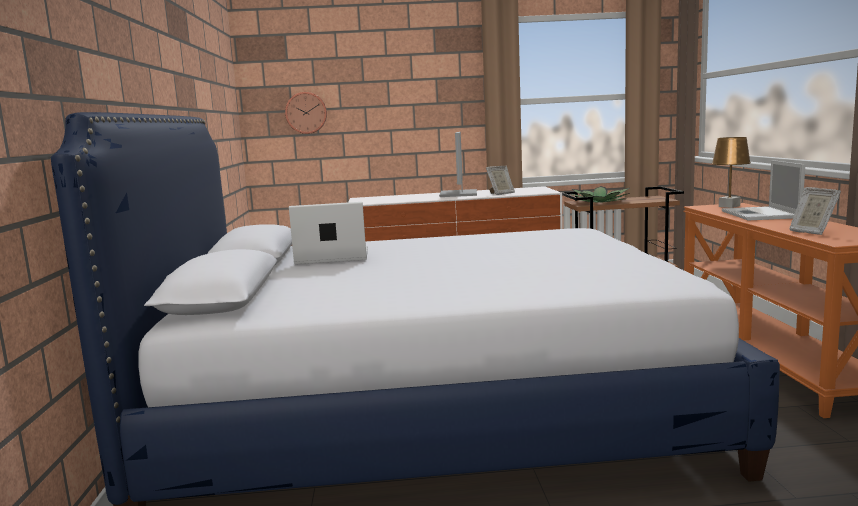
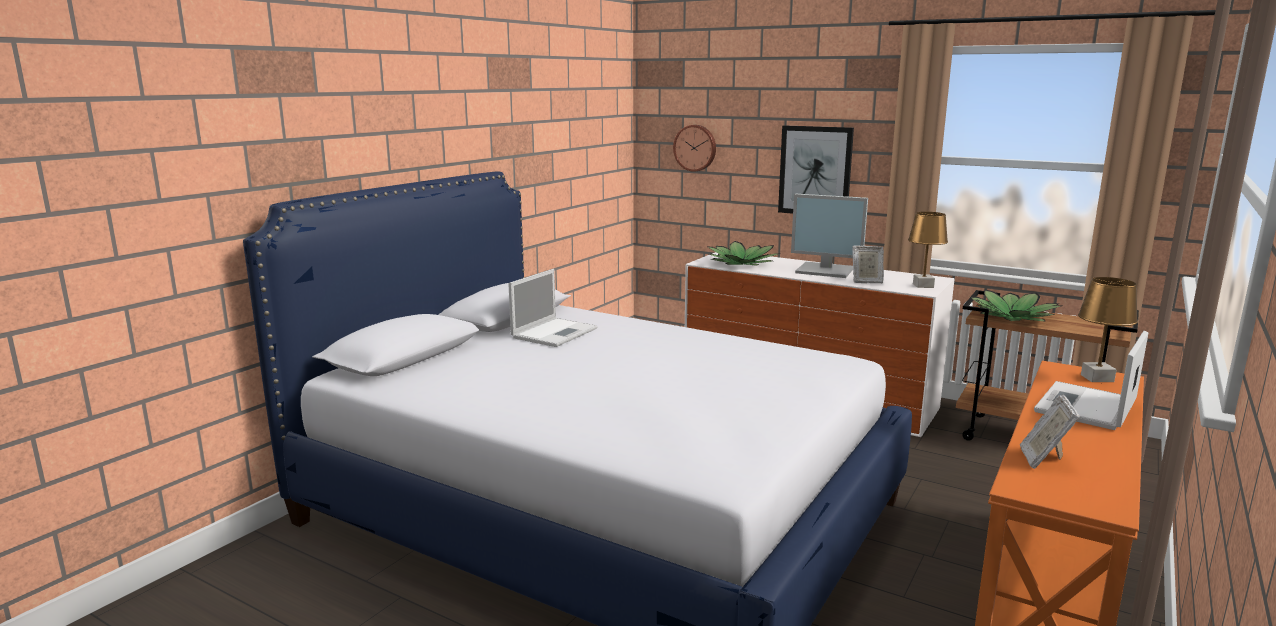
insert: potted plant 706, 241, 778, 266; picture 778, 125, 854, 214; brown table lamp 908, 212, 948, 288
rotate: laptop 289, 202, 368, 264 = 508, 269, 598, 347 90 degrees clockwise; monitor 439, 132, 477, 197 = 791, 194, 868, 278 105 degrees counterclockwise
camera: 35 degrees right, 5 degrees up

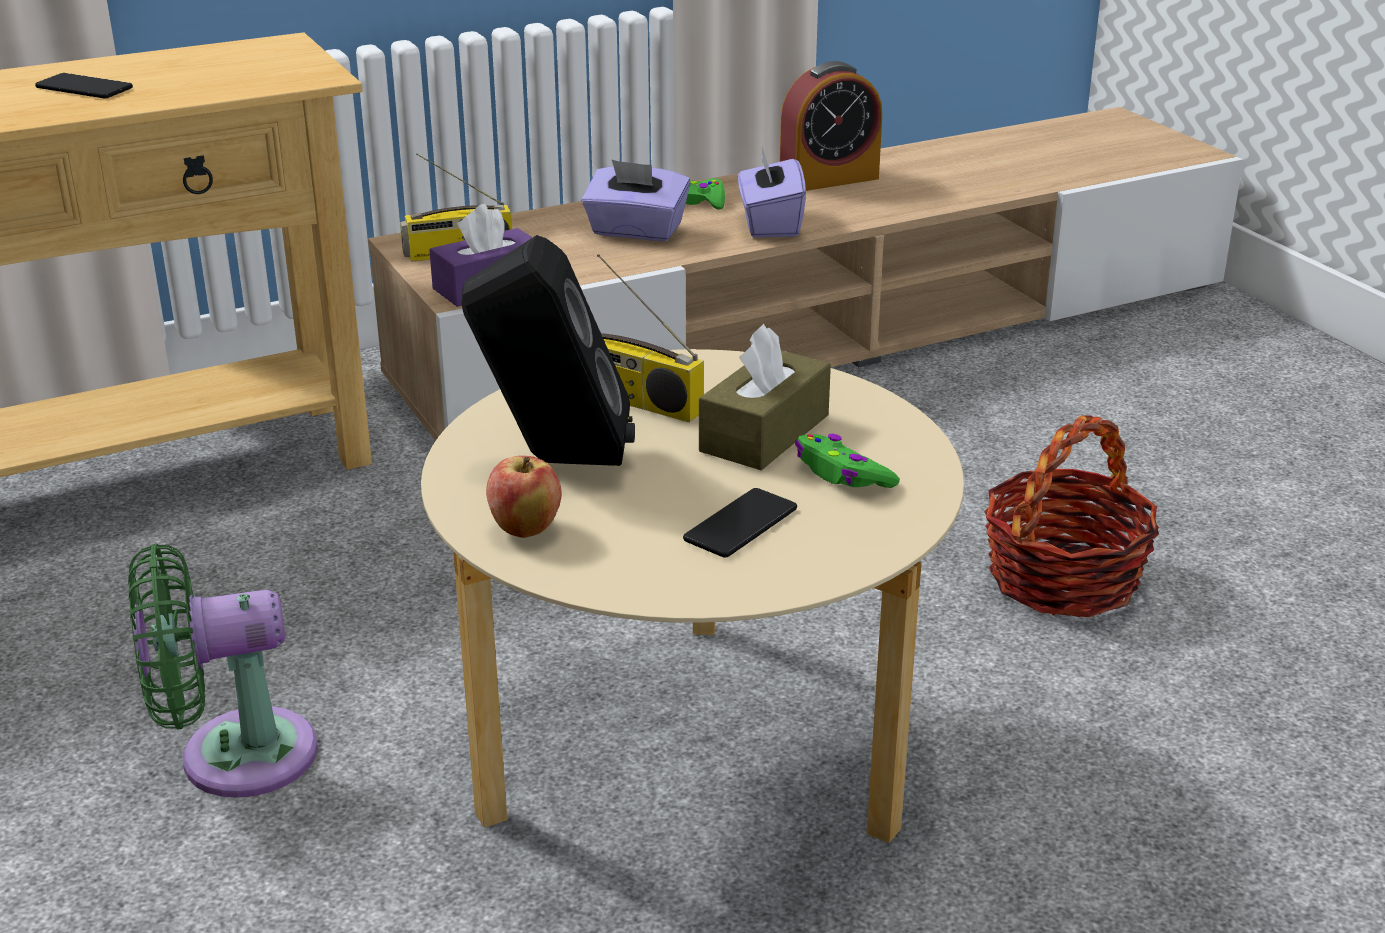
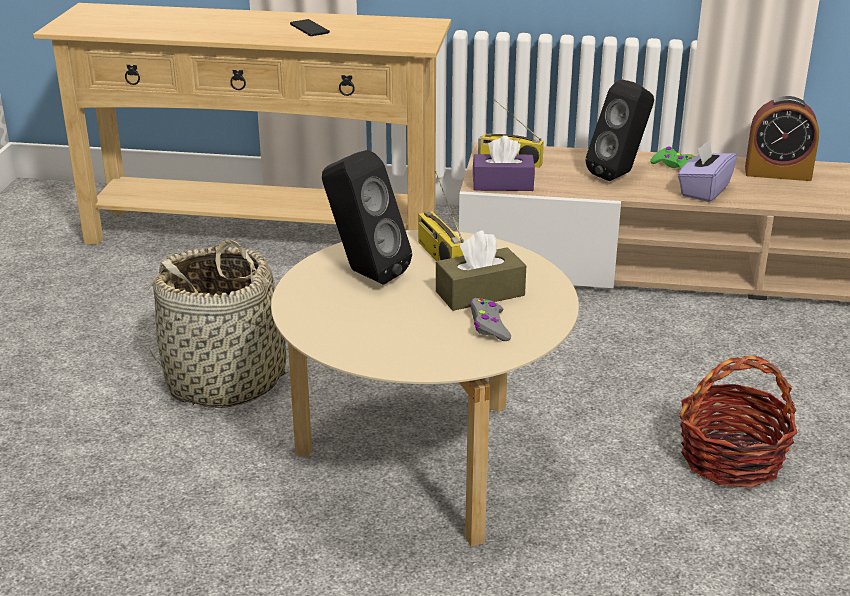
delete: apple 486, 456, 562, 538; phone 683, 488, 797, 557
replace: green fan 128, 544, 318, 798 to basket 146, 240, 290, 408; purple tissue box 582, 160, 690, 241 to black speaker 585, 79, 654, 181
recolor: green game controller 795, 434, 900, 488 to grey game controller 470, 298, 511, 341
camera: 35 degrees right, 0 degrees up

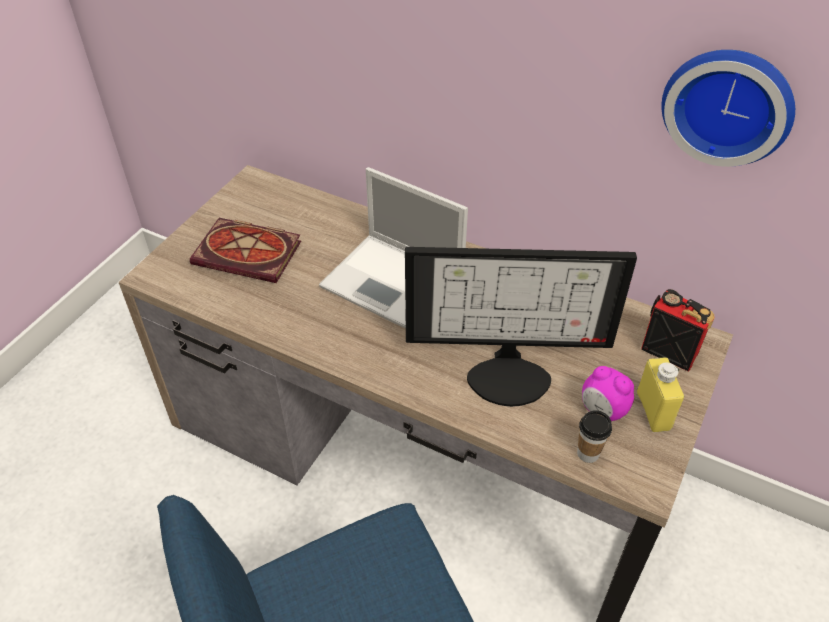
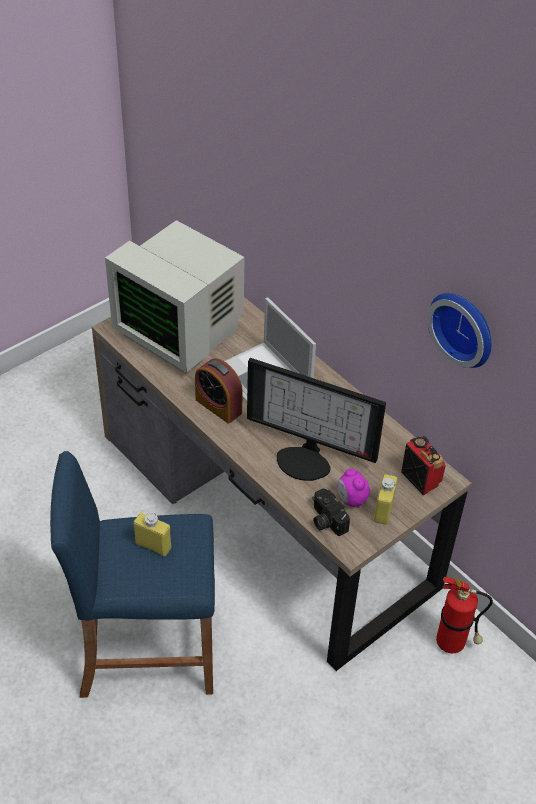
insert: yellow bottle 133, 513, 171, 557; alarm clock 195, 358, 243, 424; fire extinguisher 436, 577, 493, 653
replace: book 190, 218, 301, 283 to monitor 105, 220, 245, 373; cup 577, 410, 612, 463 to photo camera 313, 488, 350, 536
camera: 20 degrees right, 0 degrees up

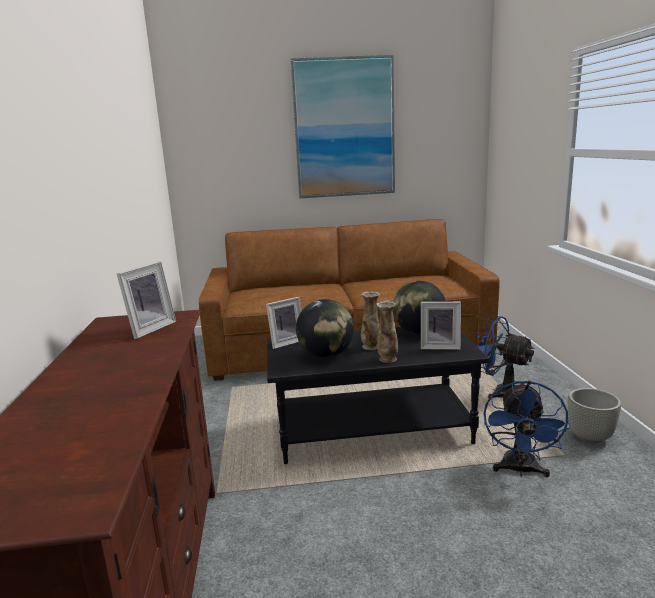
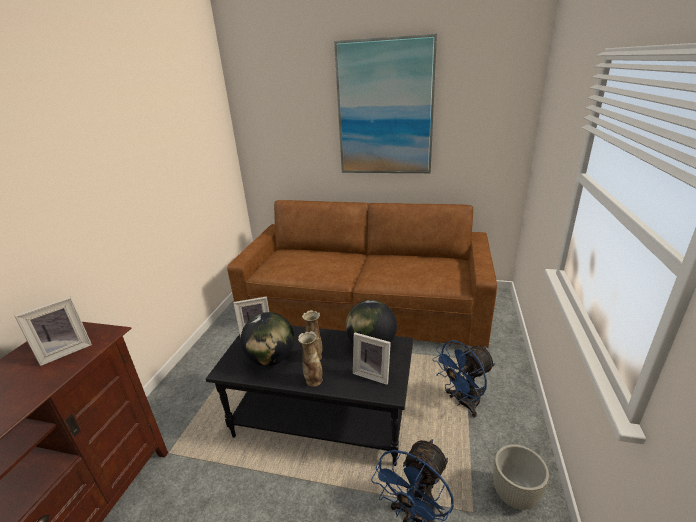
rotate: blue fan 475, 315, 534, 399 = 433, 340, 496, 418 90 degrees counterclockwise
camera: 20 degrees right, 10 degrees up

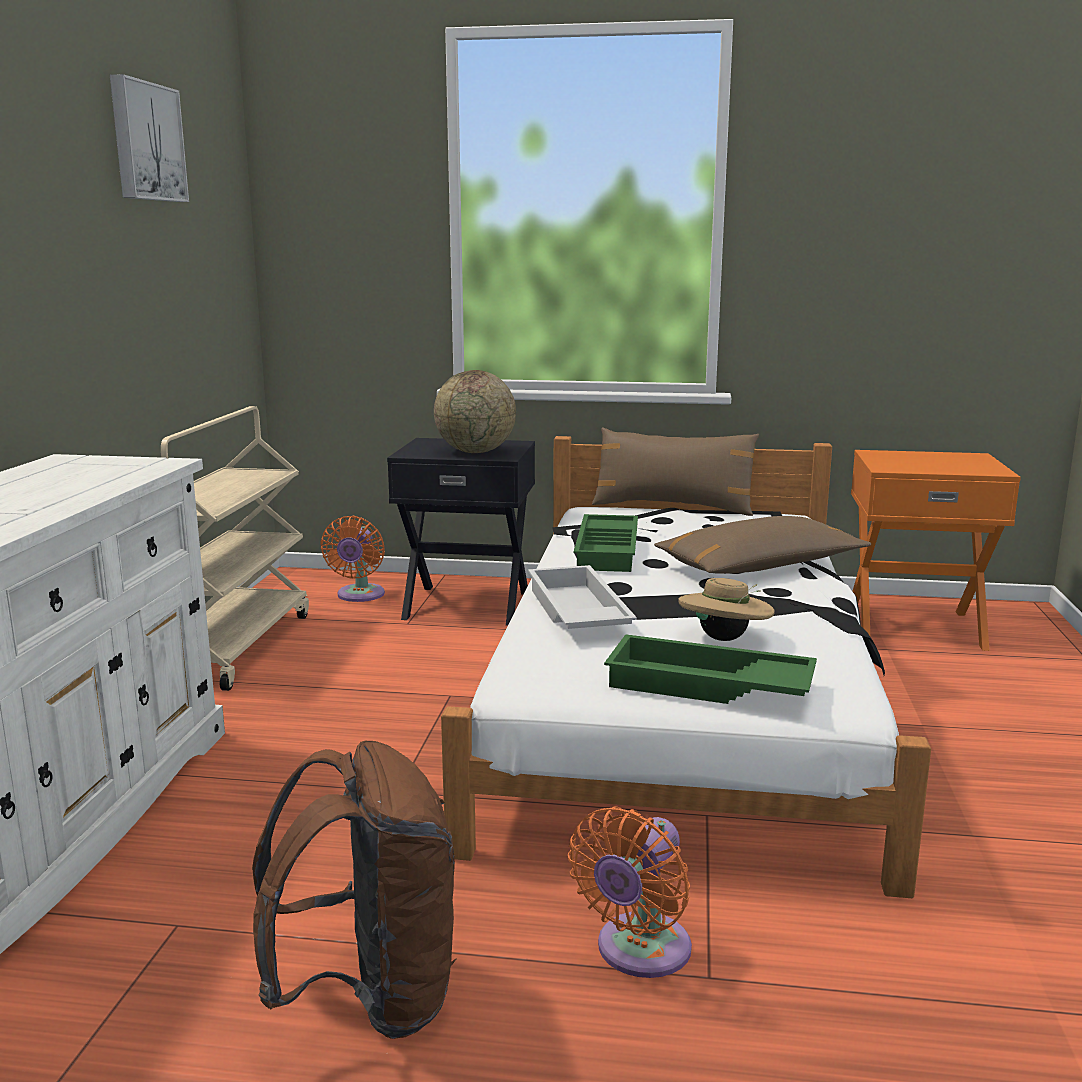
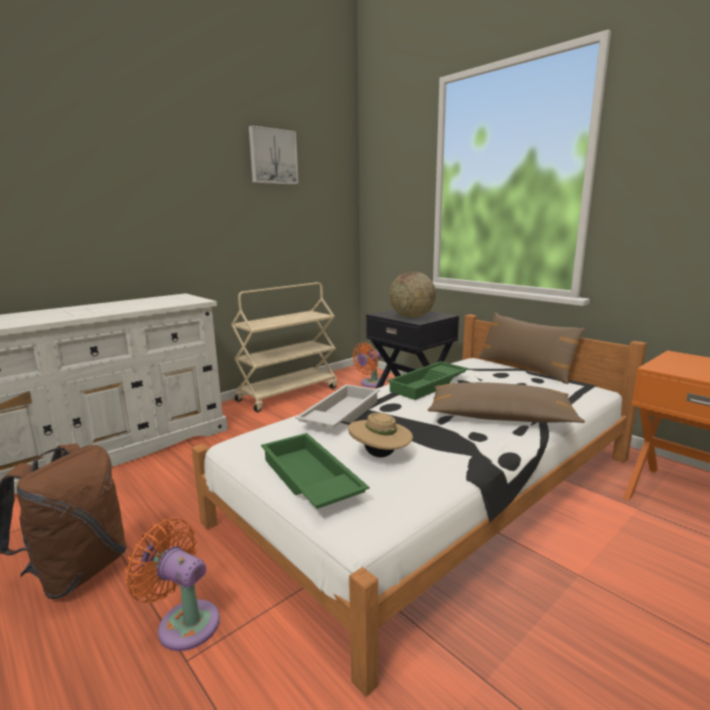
rotate: orange fan 568, 806, 692, 978 = 125, 518, 220, 651 45 degrees clockwise
camera: 40 degrees right, 0 degrees up

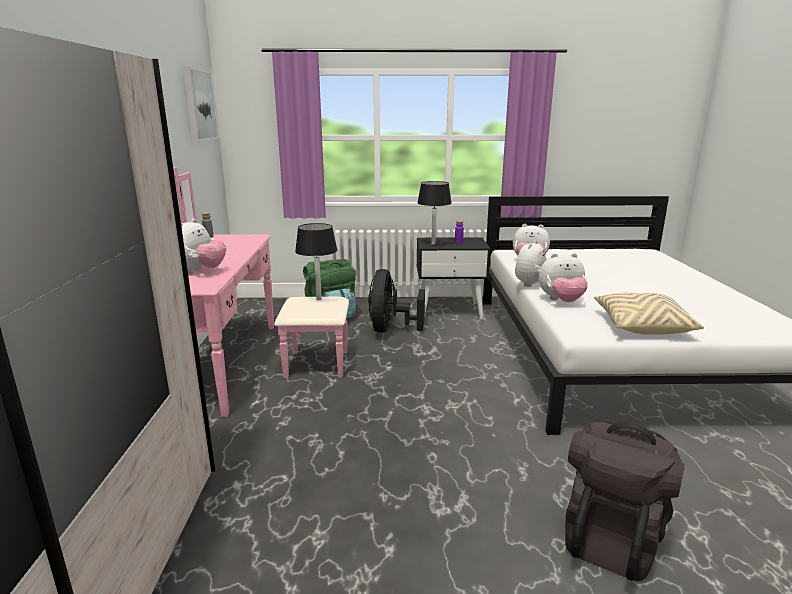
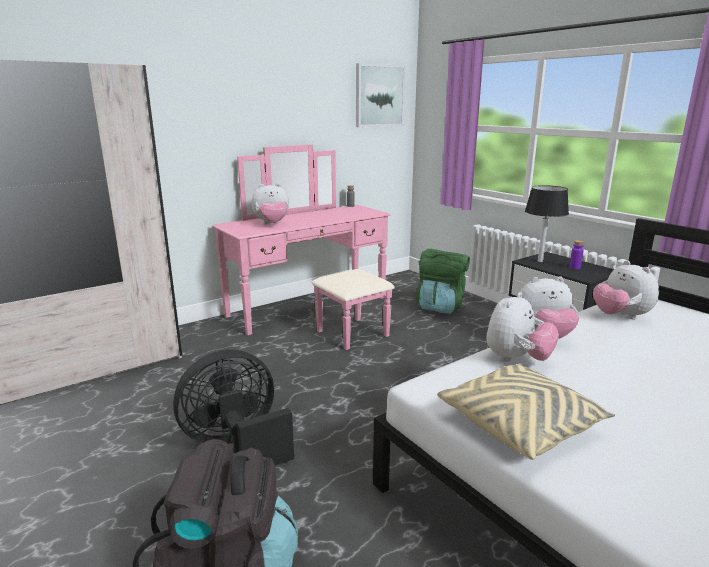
delete: black table lamp 295, 223, 337, 300
move: black fan 368, 269, 425, 333 to 173, 350, 294, 466
rotate: plush toy 539, 253, 588, 302 = 486, 292, 559, 362 105 degrees counterclockwise
camera: 55 degrees right, 0 degrees up

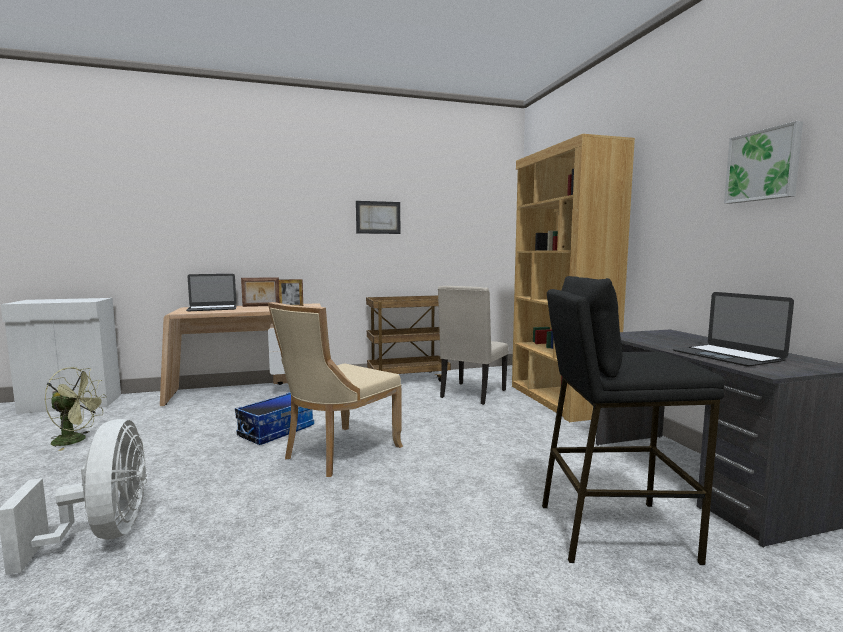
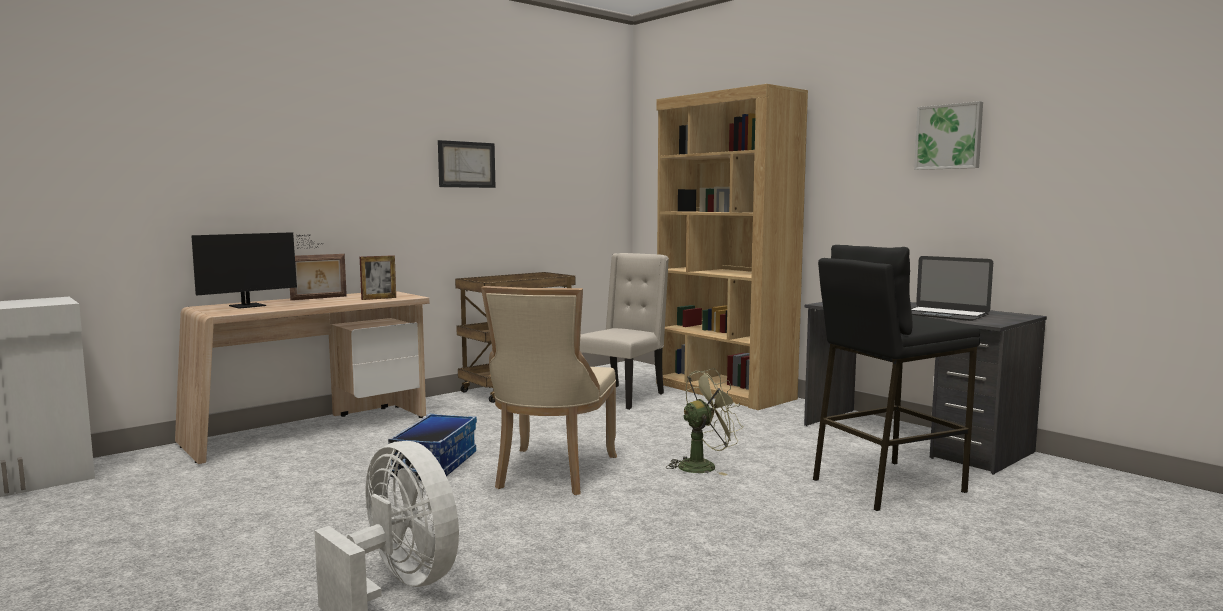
move: green fan 44, 367, 106, 451 to 666, 368, 743, 476
replace: laptop 186, 274, 236, 311 to monitor 191, 232, 324, 309
rotate: beige chair 438, 286, 508, 405 = 580, 253, 669, 410 150 degrees counterclockwise
camera: 25 degrees left, 0 degrees up

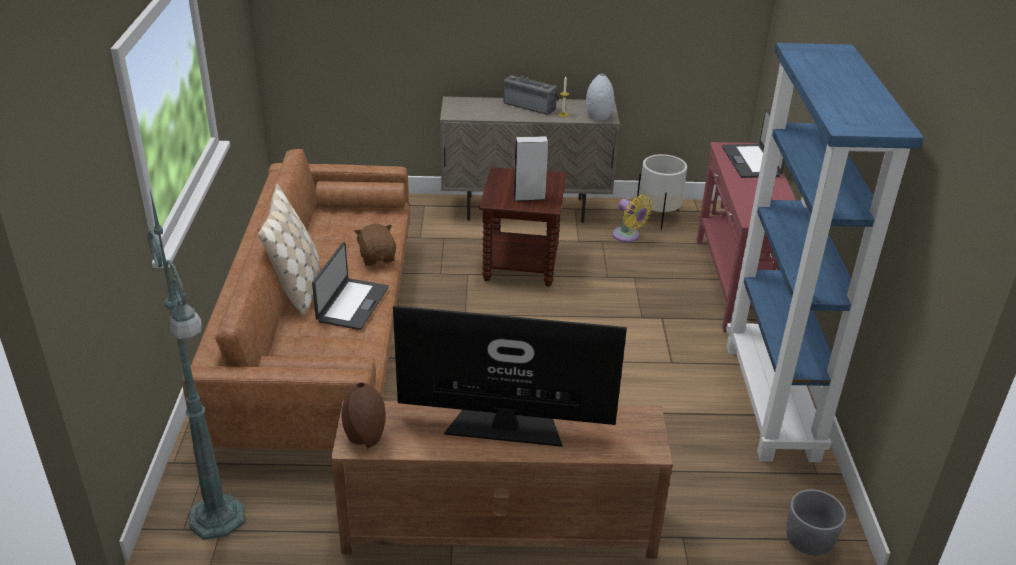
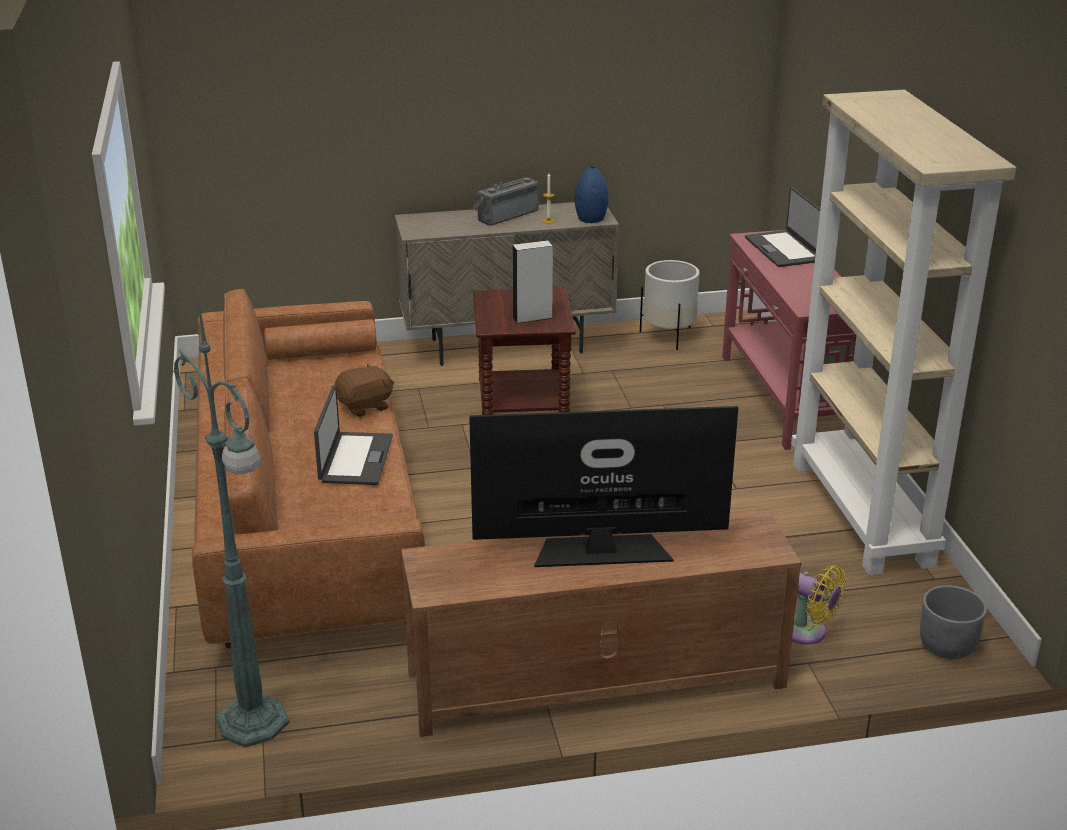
delete: beige pillow 258, 184, 320, 316; brown vase 342, 383, 386, 448
move: yellow fan 612, 195, 652, 242 to 792, 565, 846, 645
recolor: grey vase 586, 73, 614, 121 to blue vase 575, 166, 609, 223; blue bookcase 726, 43, 924, 462 to beige bookcase 791, 90, 1017, 575
rotate: brown plush toy 354, 224, 396, 266 = 335, 363, 394, 417 90 degrees clockwise; radio 503, 75, 560, 115 = 473, 177, 539, 226 60 degrees counterclockwise
camera: 10 degrees left, 5 degrees down

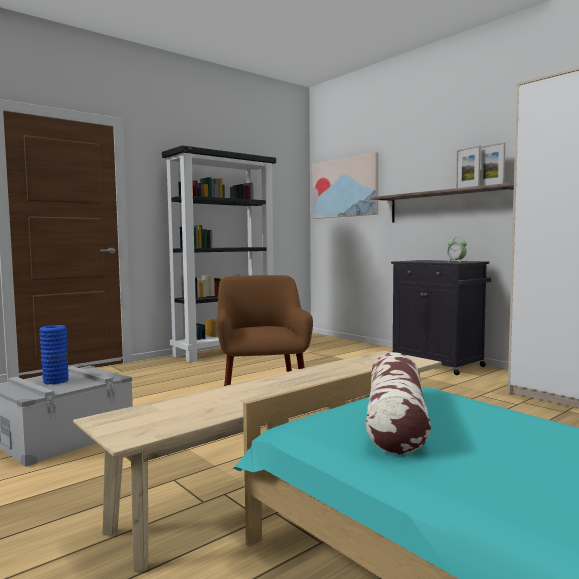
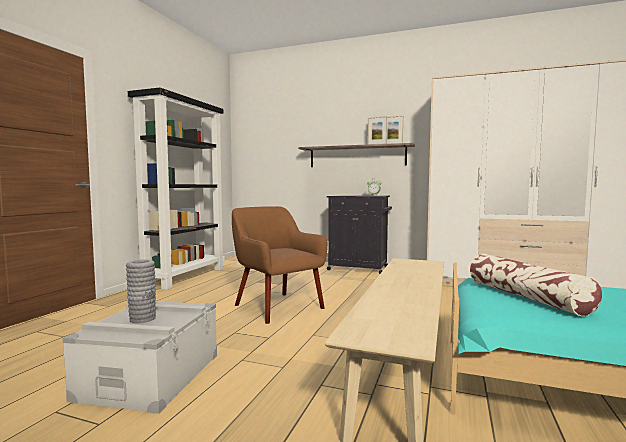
delete: picture 312, 152, 379, 219
recolor: blue vase 39, 325, 69, 384 to grey vase 126, 259, 156, 323
camera: 30 degrees left, 0 degrees up

